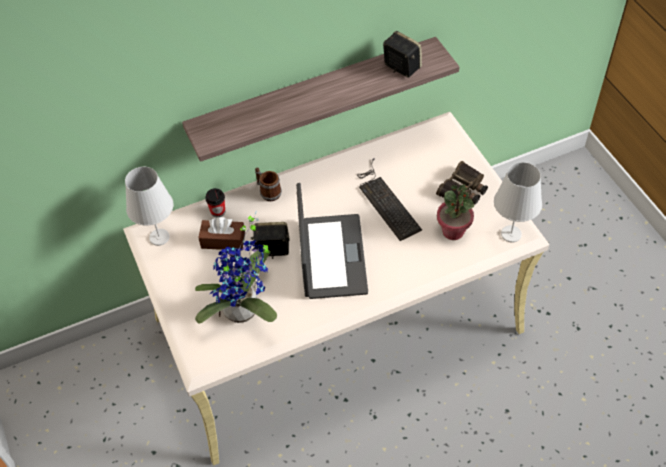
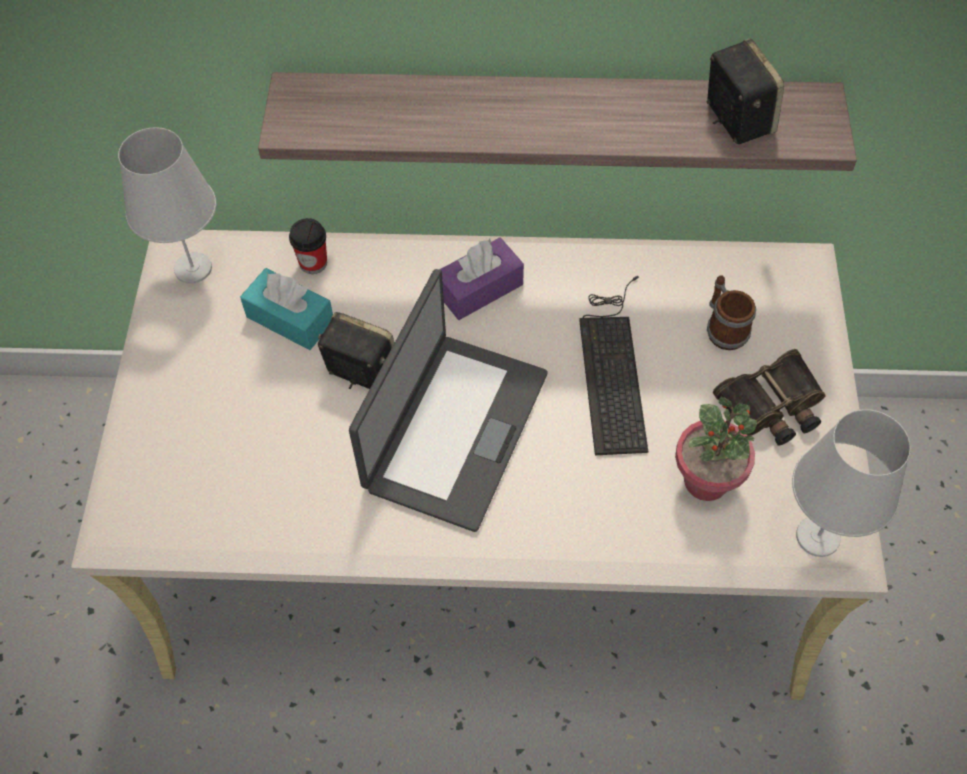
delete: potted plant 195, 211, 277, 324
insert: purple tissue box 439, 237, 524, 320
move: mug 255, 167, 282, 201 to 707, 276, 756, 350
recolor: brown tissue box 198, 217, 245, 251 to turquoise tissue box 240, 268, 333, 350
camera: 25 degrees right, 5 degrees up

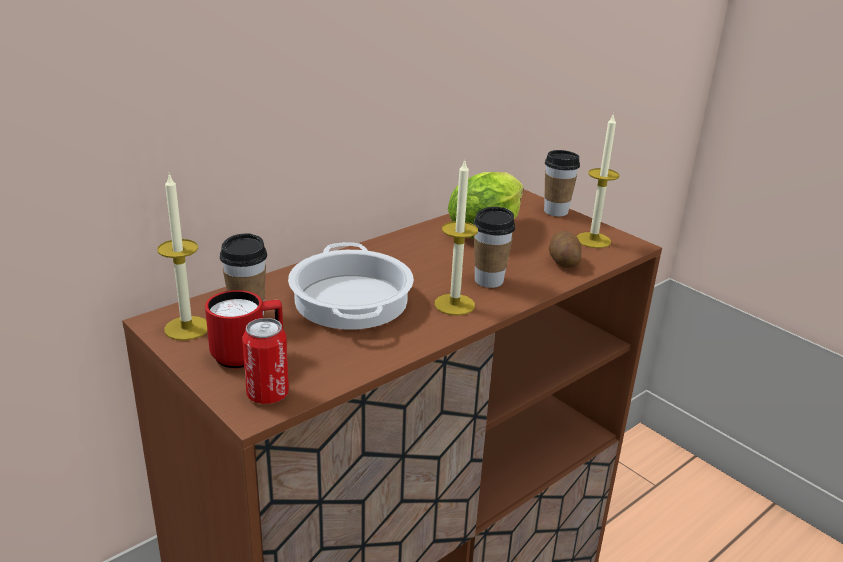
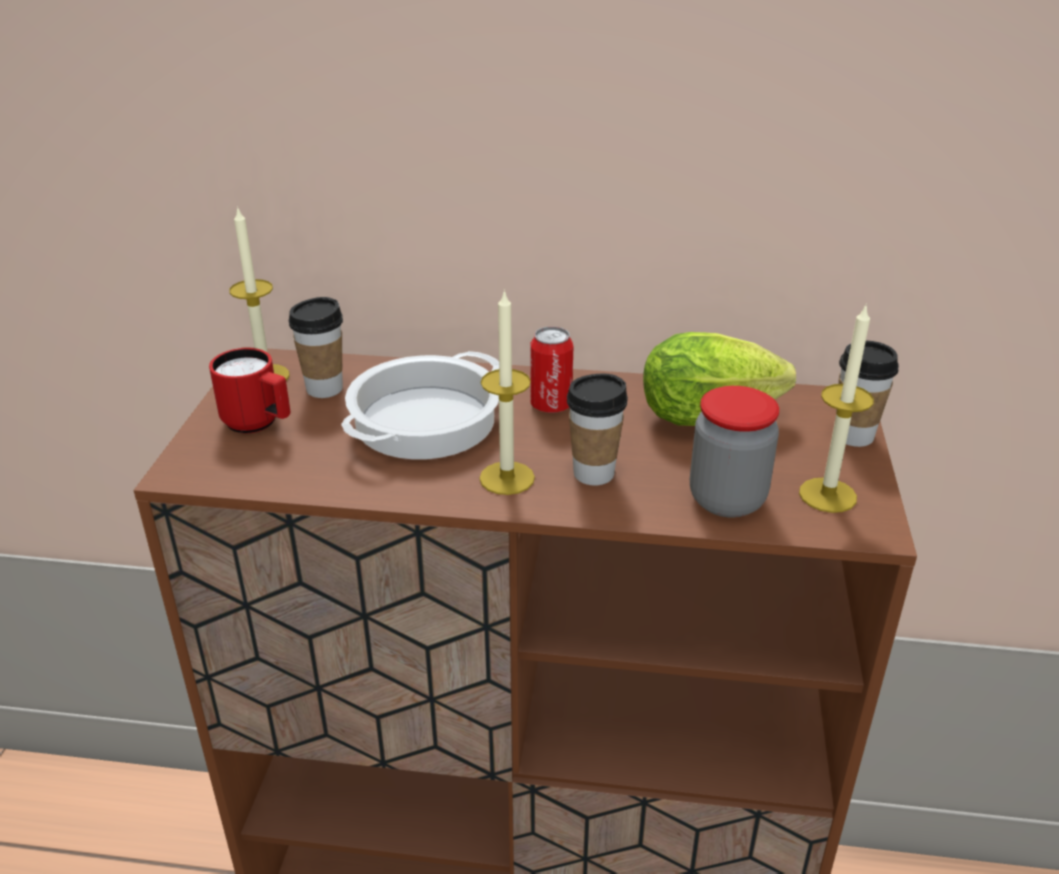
move: can 242, 318, 289, 404 to 530, 326, 573, 413
replace: potato 549, 231, 582, 268 to jar 690, 386, 779, 518
camera: 50 degrees right, 5 degrees up

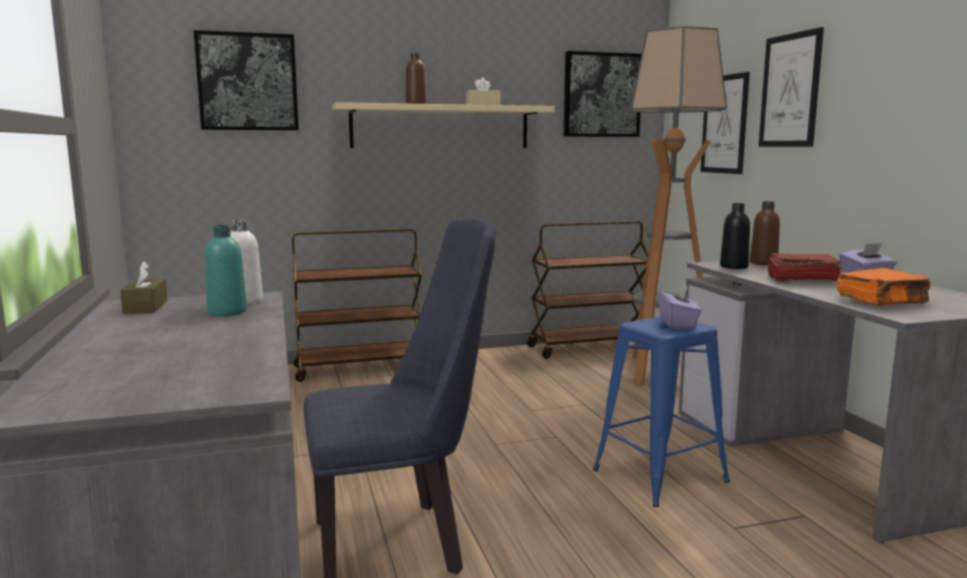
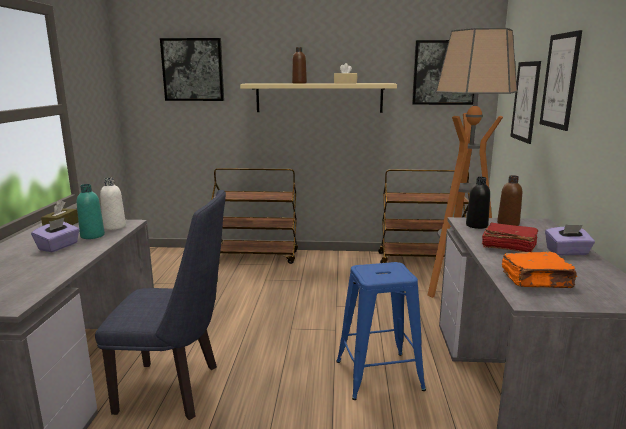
move: purple tissue box 659, 285, 701, 329 to 31, 218, 80, 252
camera: 20 degrees right, 5 degrees up

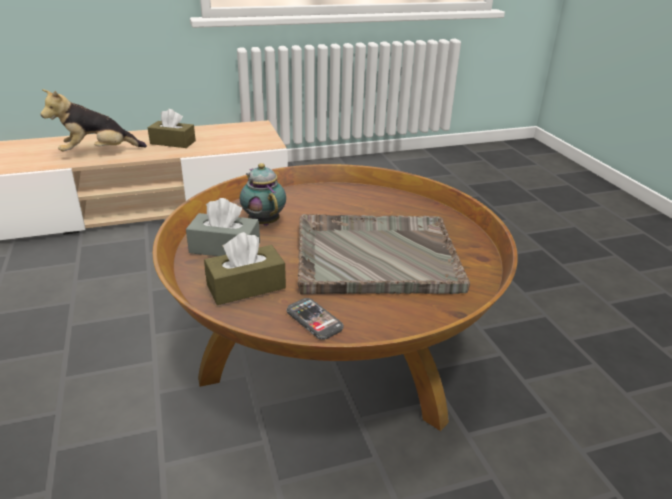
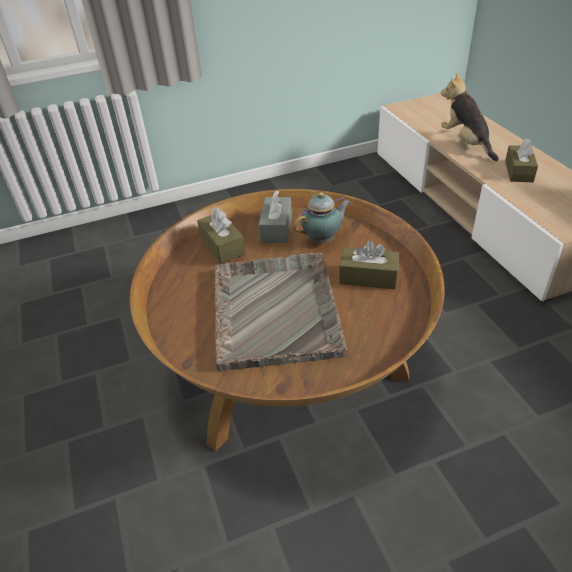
delete: phone 286, 298, 344, 340
insert: brown tissue box 339, 240, 399, 289
camera: 90 degrees right, 10 degrees up

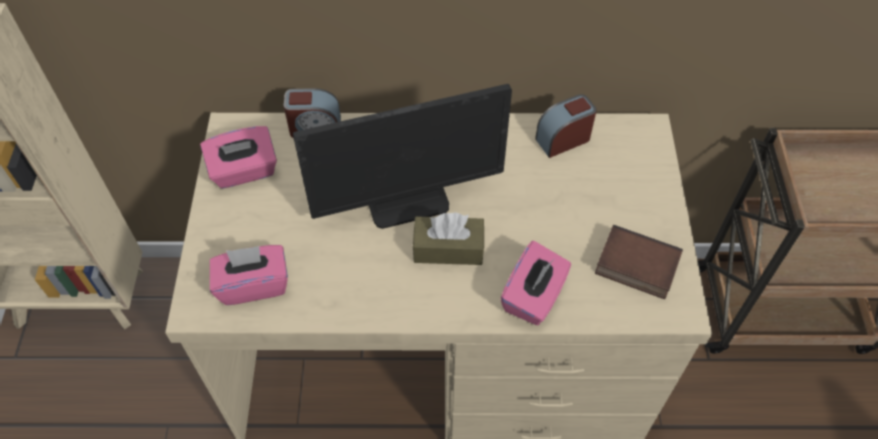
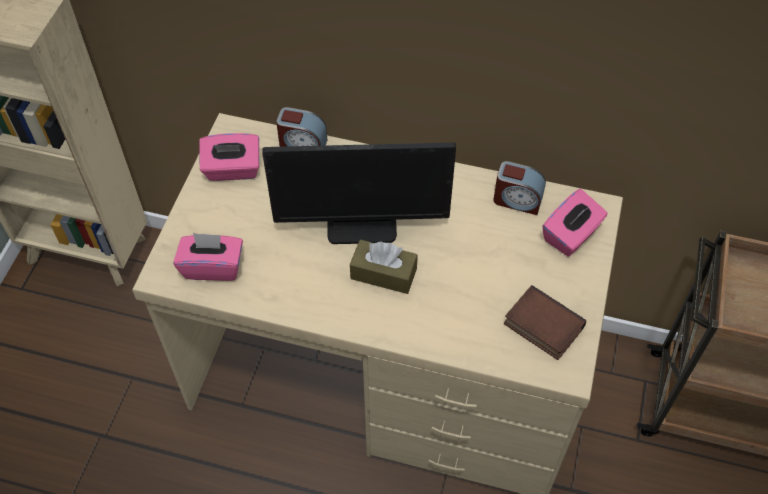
move: pink tissue box 500, 241, 571, 325 to 542, 189, 608, 256
rotate: alarm clock 535, 94, 597, 158 = 493, 161, 546, 215 150 degrees counterclockwise
camera: 15 degrees right, 0 degrees up

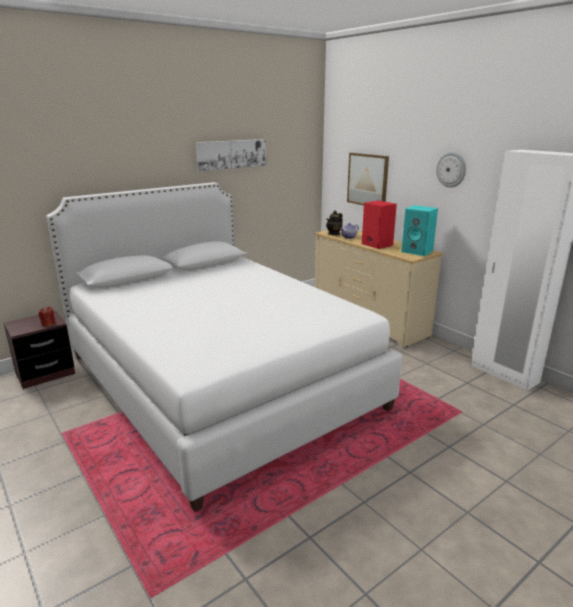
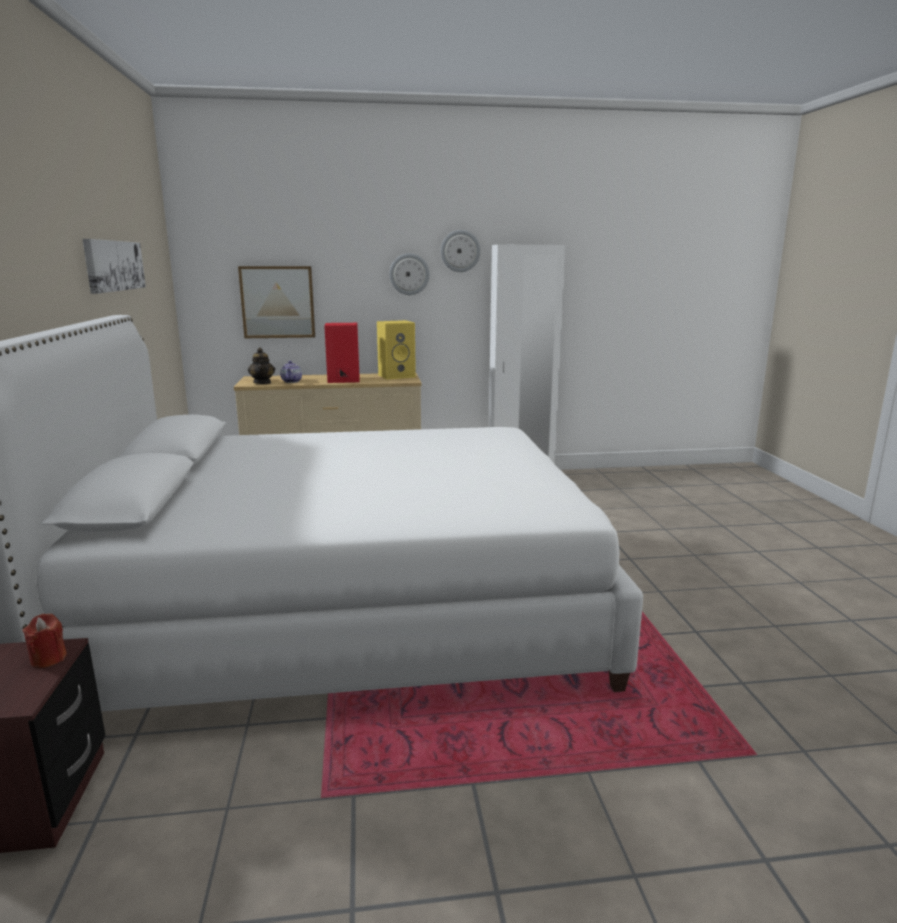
insert: wall clock 441, 230, 481, 272
recolor: turquoise speaker 401, 205, 438, 256 to yellow speaker 377, 320, 416, 380
camera: 60 degrees left, 5 degrees down

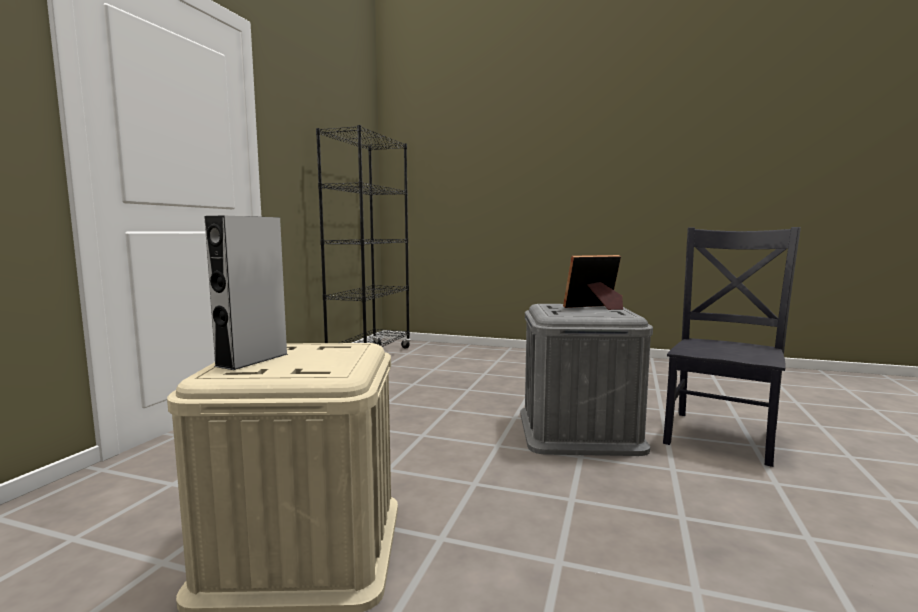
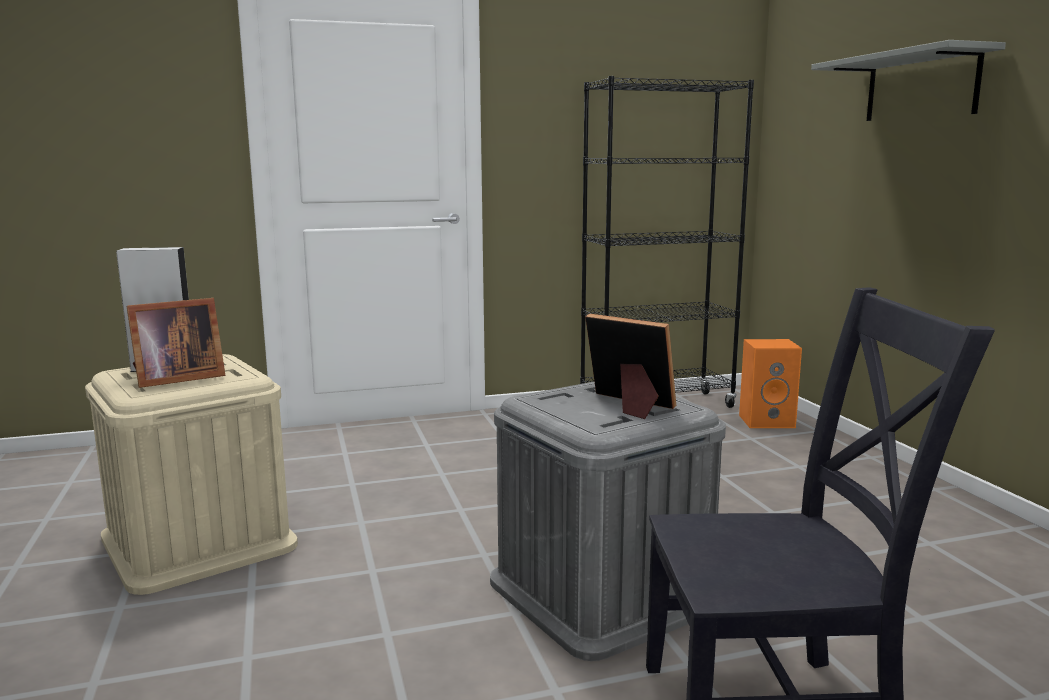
insert: picture frame 127, 298, 225, 388; orange speaker 739, 339, 802, 428; grey shelf 811, 40, 1006, 121
camera: 55 degrees right, 5 degrees up

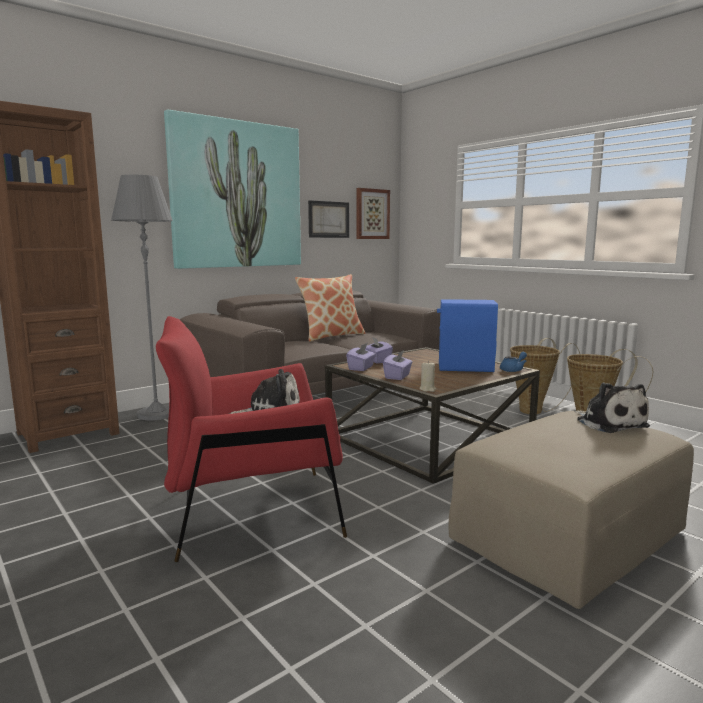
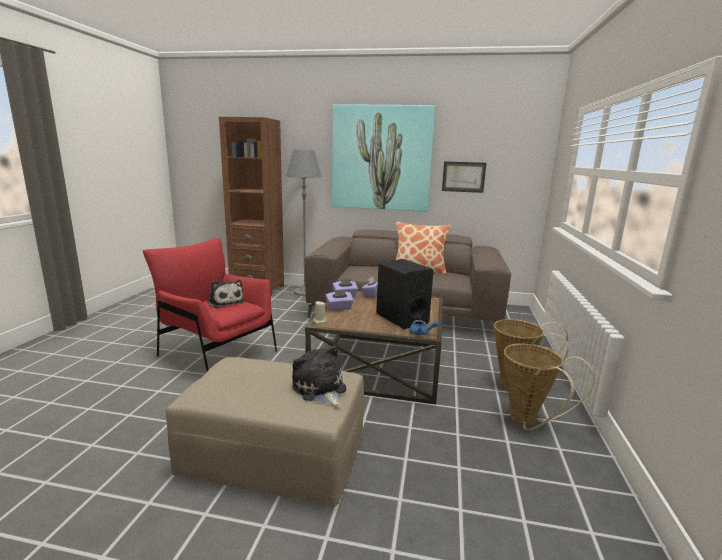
delete: picture 357, 188, 390, 239
recolor: blue speaker 437, 299, 498, 372 to black speaker 376, 259, 433, 329
rotate: plush toy 574, 383, 650, 433 = 292, 346, 346, 407 120 degrees clockwise
camera: 50 degrees right, 5 degrees up

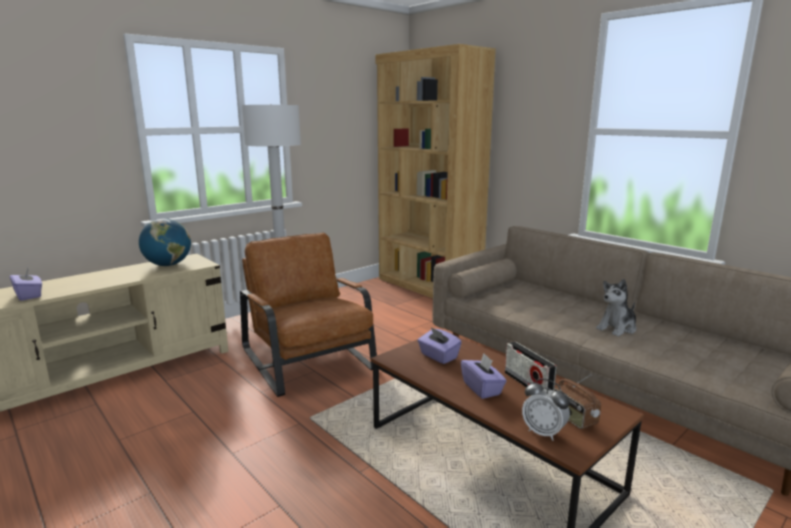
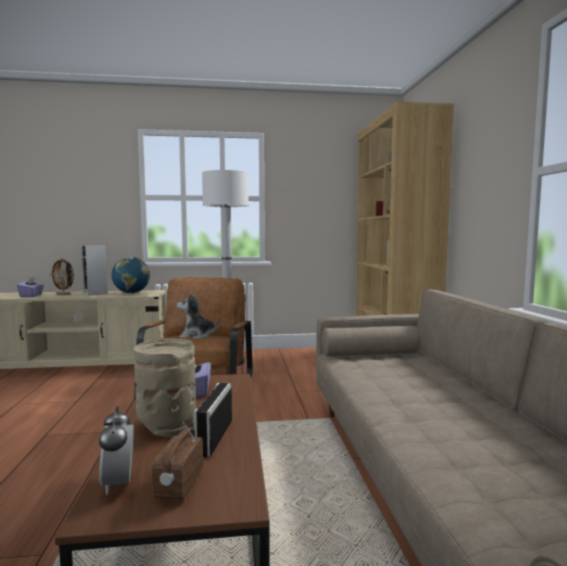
insert: picture frame 50, 258, 75, 295; speaker 81, 244, 108, 295
move: plush toy 596, 279, 637, 337 to 177, 292, 220, 338
replace: purple tissue box 461, 353, 507, 399 to beige vase 134, 339, 196, 438
camera: 35 degrees right, 10 degrees down

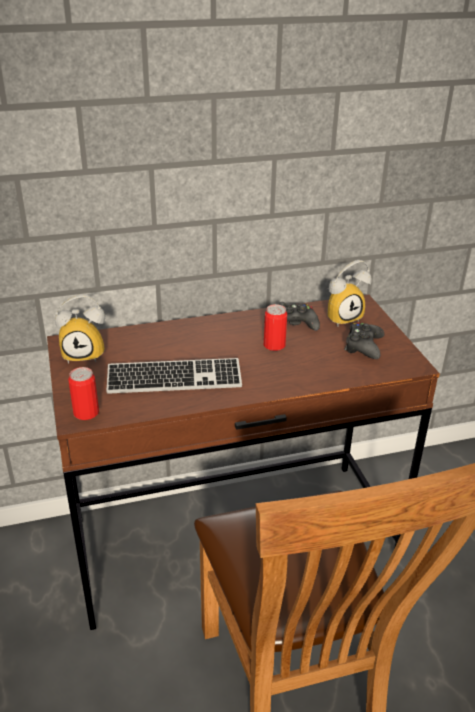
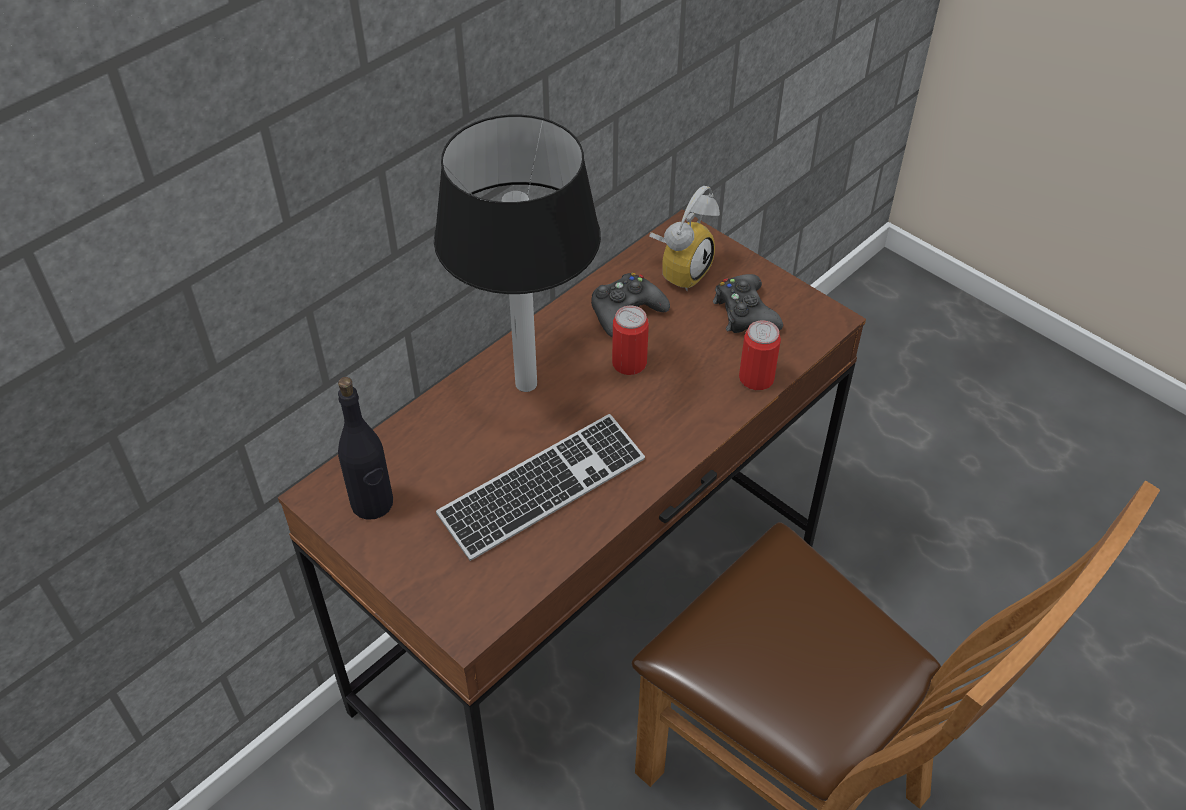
insert: table lamp 434, 114, 601, 392
move: can 68, 367, 99, 420 to 739, 320, 781, 390
replace: alarm clock 55, 294, 105, 364 to black bottle 338, 377, 393, 520
camera: 30 degrees left, 15 degrees up

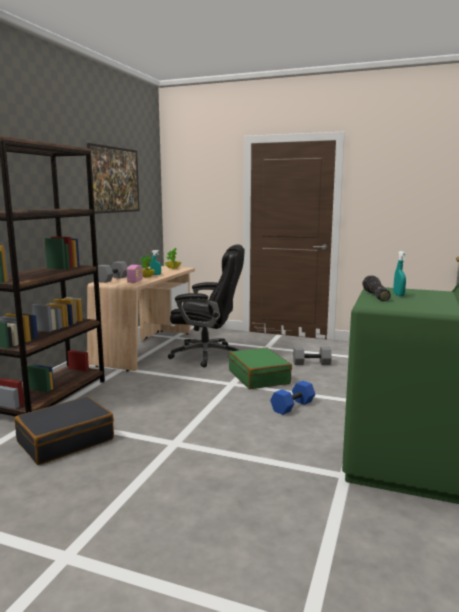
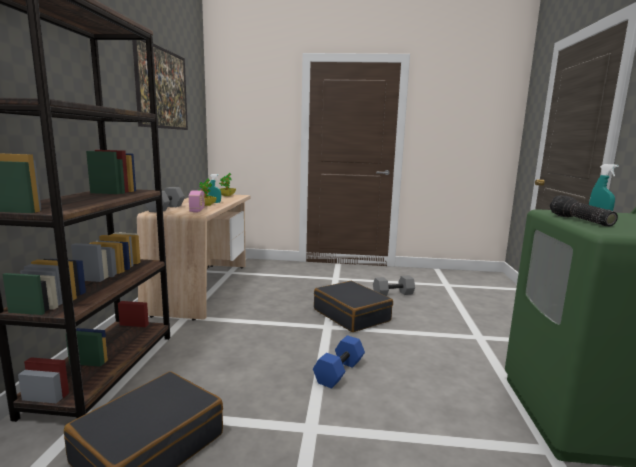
delete: black office chair 168, 244, 245, 368
move: blue dumbbell 270, 381, 315, 415 to 313, 335, 365, 388
recolor: green suitcase 229, 348, 292, 389 to black suitcase 314, 281, 393, 332
camera: 15 degrees left, 0 degrees up

